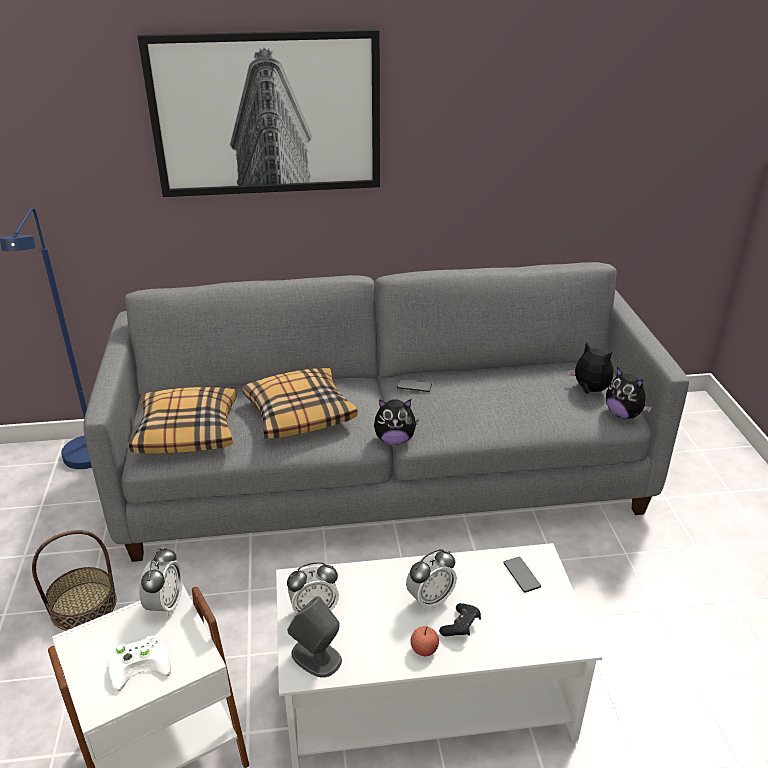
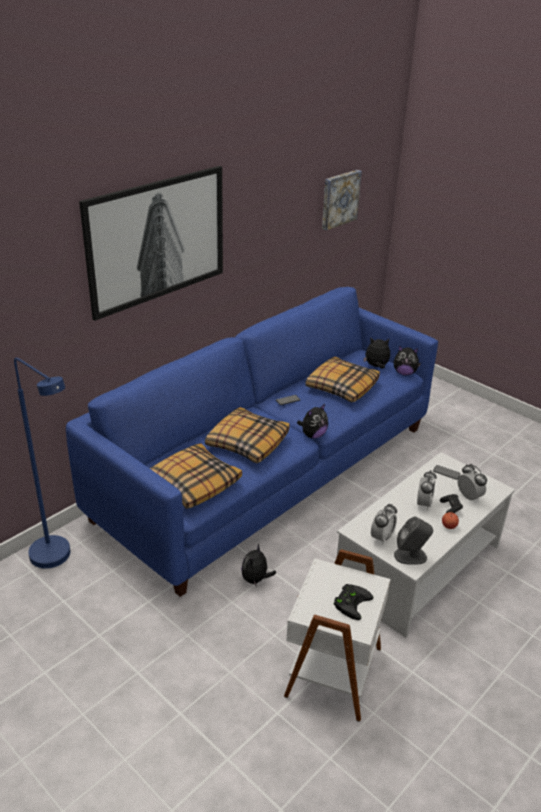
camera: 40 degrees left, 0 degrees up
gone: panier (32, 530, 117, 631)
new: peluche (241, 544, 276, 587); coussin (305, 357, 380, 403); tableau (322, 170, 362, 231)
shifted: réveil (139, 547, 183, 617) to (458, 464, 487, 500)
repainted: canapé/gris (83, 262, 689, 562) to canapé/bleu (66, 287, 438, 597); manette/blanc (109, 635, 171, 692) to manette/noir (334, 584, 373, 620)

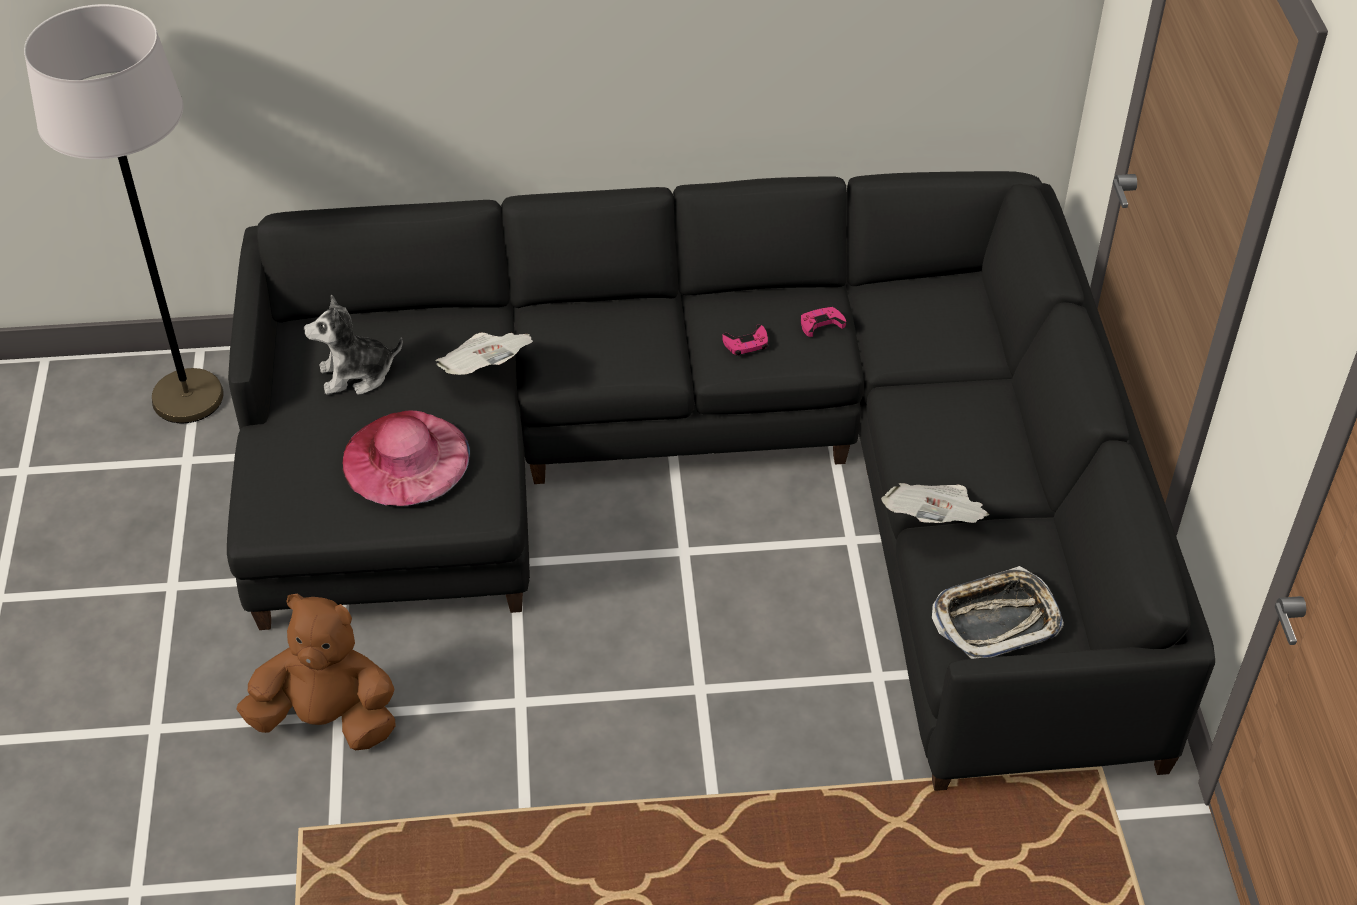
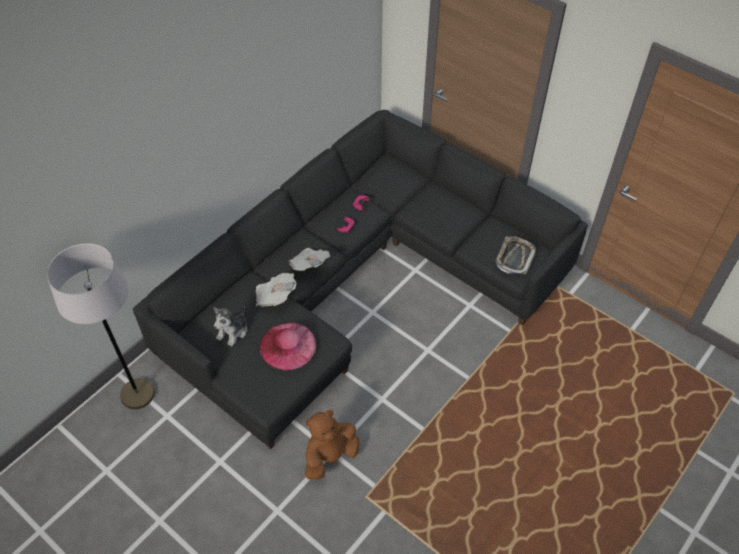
camera: 45 degrees left, 5 degrees up
shifted: journal (881, 483, 989, 523) to (289, 248, 330, 271)

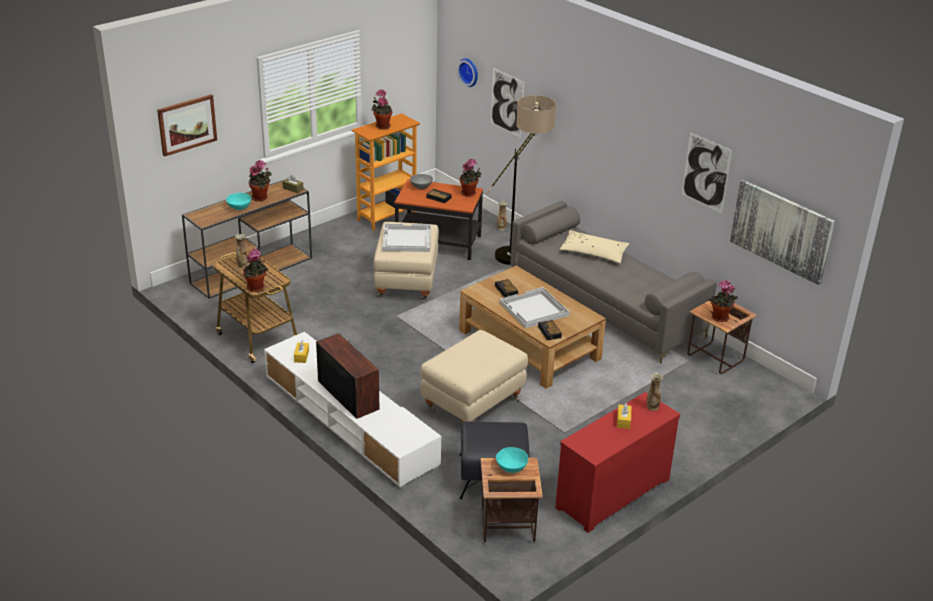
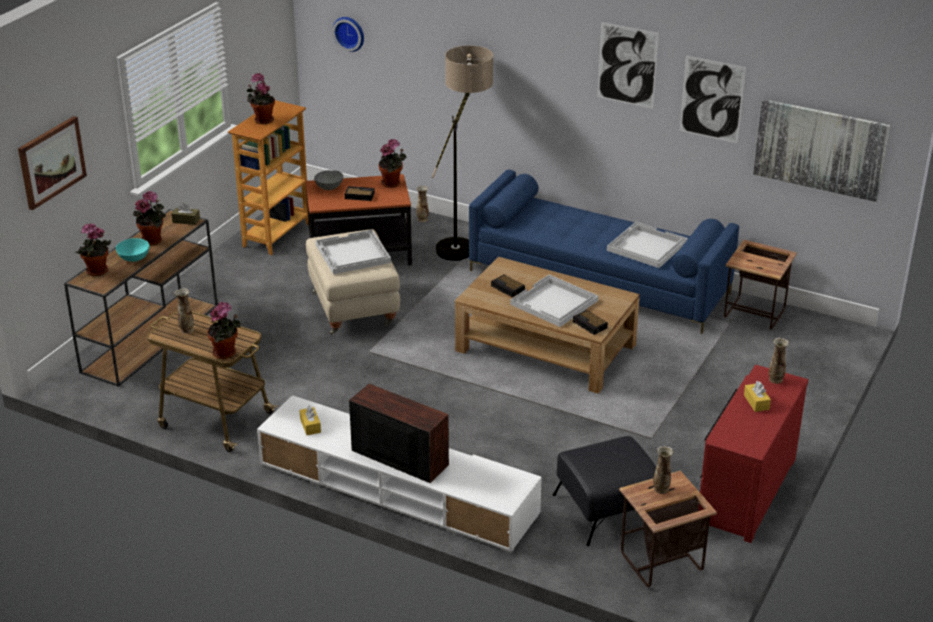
camera: 20 degrees left, 0 degrees up
gone: pouf/beige (420, 330, 528, 423); coussin/beige (560, 230, 630, 263)
new: plateau/blanc (607, 222, 688, 268)
shifted: tableau (491, 68, 524, 138) to (597, 22, 659, 109); plante en pot (708, 280, 738, 322) to (75, 224, 111, 276)
swapped: bol/turquoise (496, 447, 528, 473) to vase (653, 446, 673, 494)
repainted: canapé/gris (510, 201, 717, 364) to canapé/bleu (469, 170, 739, 334)

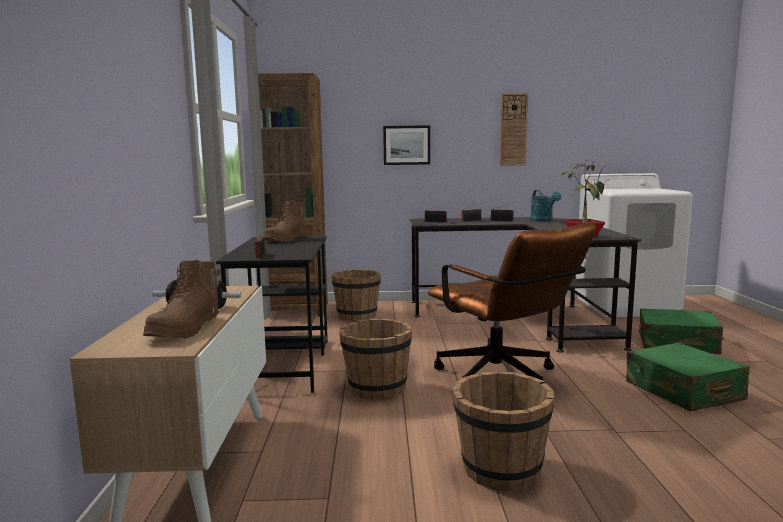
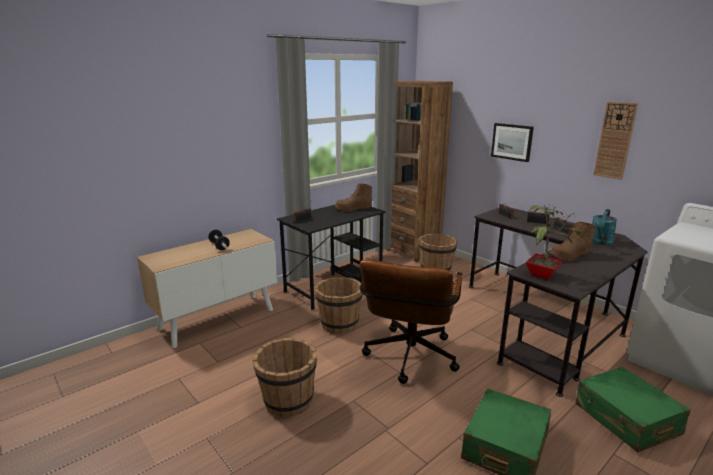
camera: 50 degrees right, 10 degrees up
shifted: botte/marron (143, 260, 220, 338) to (549, 222, 597, 261)

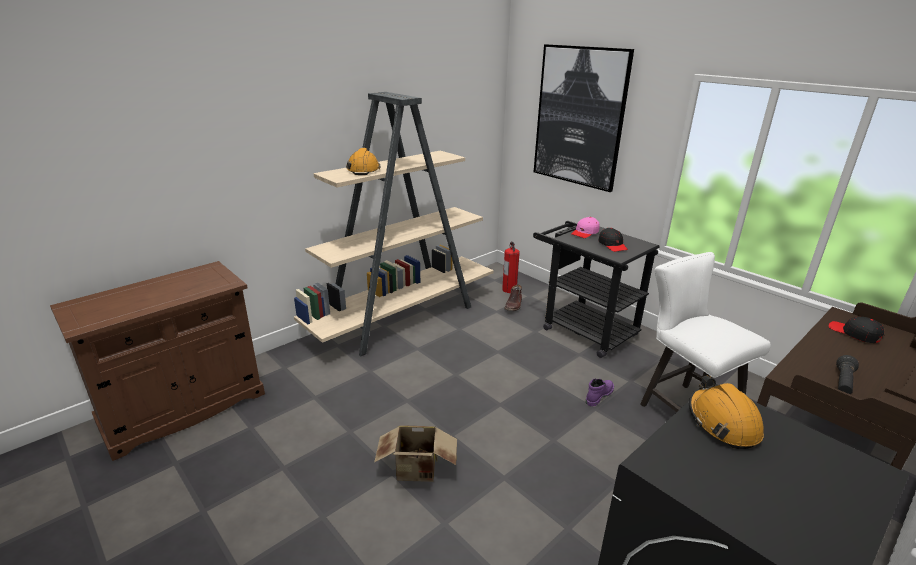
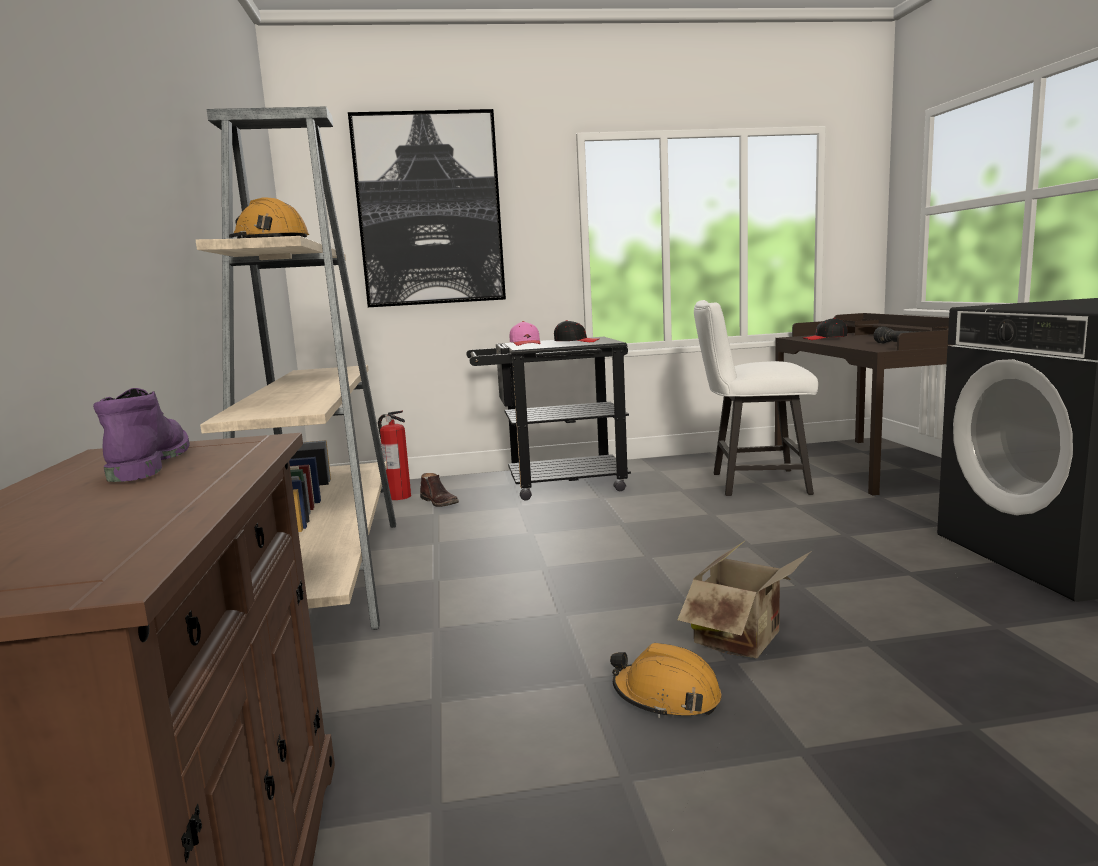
camera: 55 degrees left, 15 degrees down
shifted: botte/violet (586, 379, 614, 407) to (93, 388, 190, 482); casque de chantier/orange (689, 375, 764, 449) to (610, 643, 722, 718)

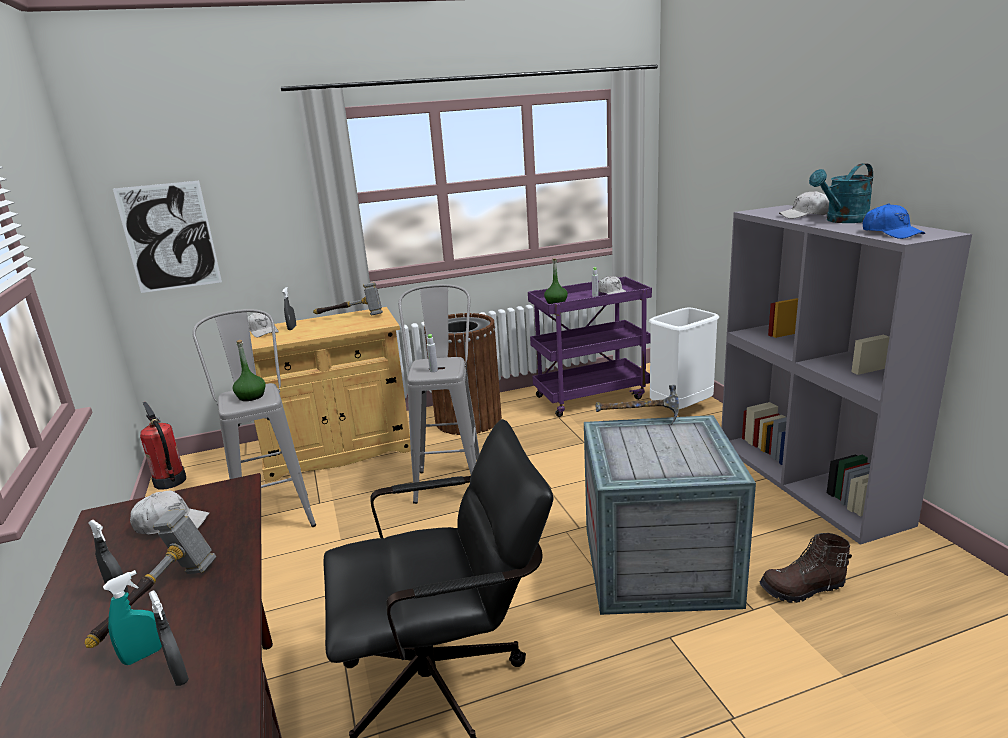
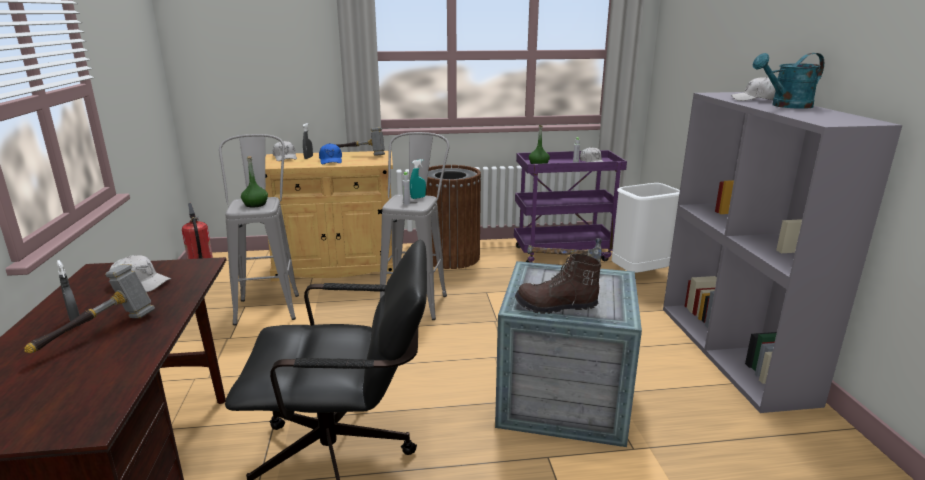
camera: 10 degrees right, 0 degrees up
gone: tableau (113, 181, 222, 293); vaporisateur/gris (149, 590, 189, 686)
shifted: vaporisateur/turquoise (103, 570, 162, 665) to (410, 159, 426, 199); botte/marron (760, 533, 852, 603) to (515, 254, 601, 314); casquette/bleu (863, 204, 925, 239) to (319, 143, 342, 165)

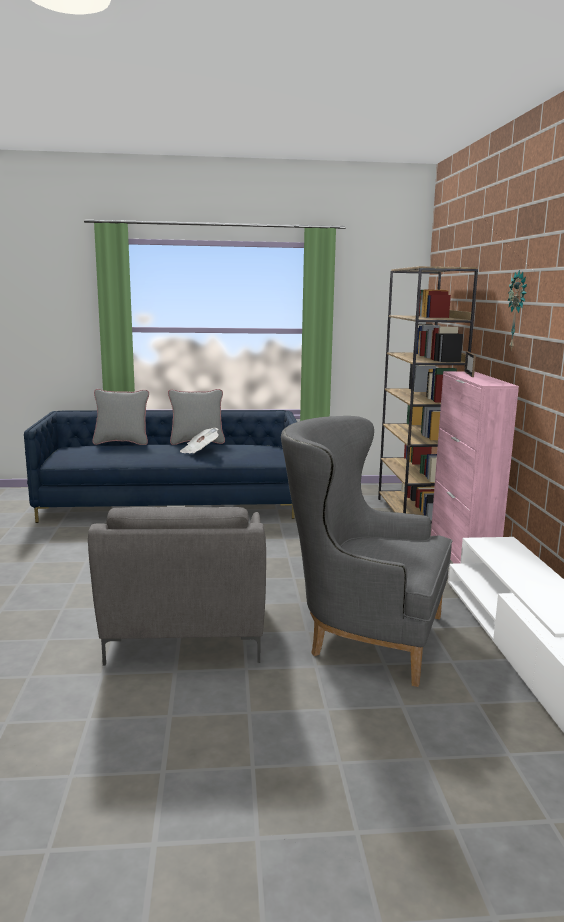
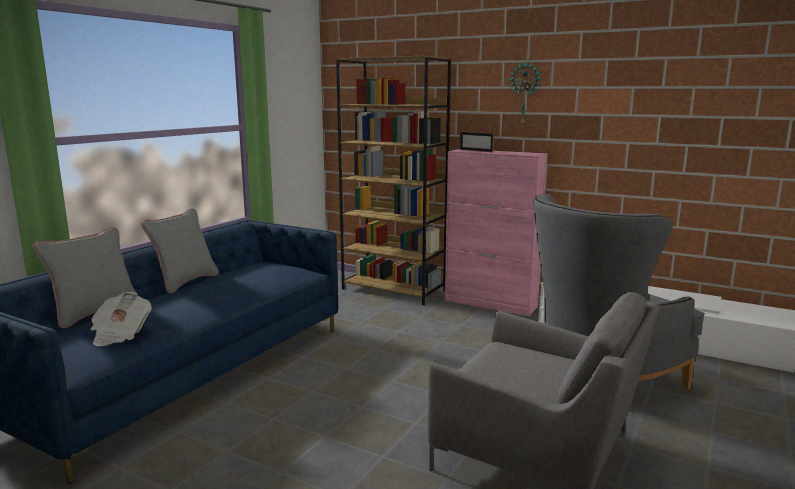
camera: 55 degrees left, 0 degrees up
shifted: journal (180, 428, 219, 454) to (90, 292, 152, 346)

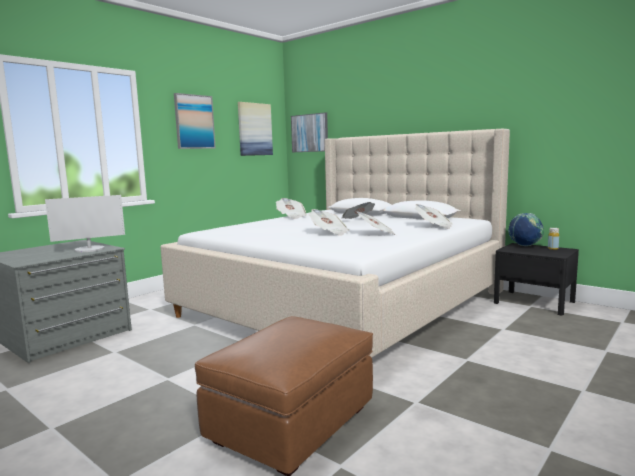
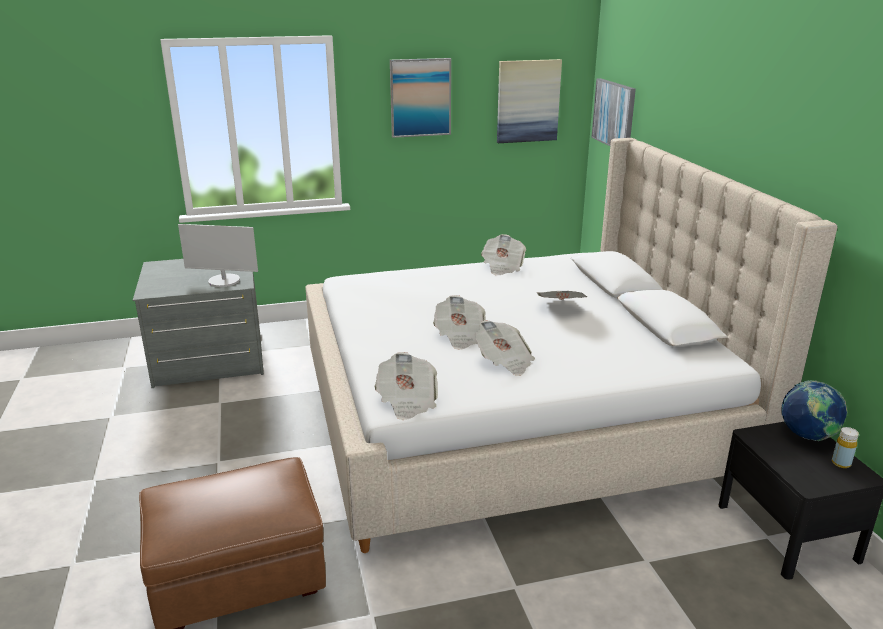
camera: 35 degrees right, 15 degrees up
shifted: journal (415, 204, 453, 229) to (375, 352, 438, 420)

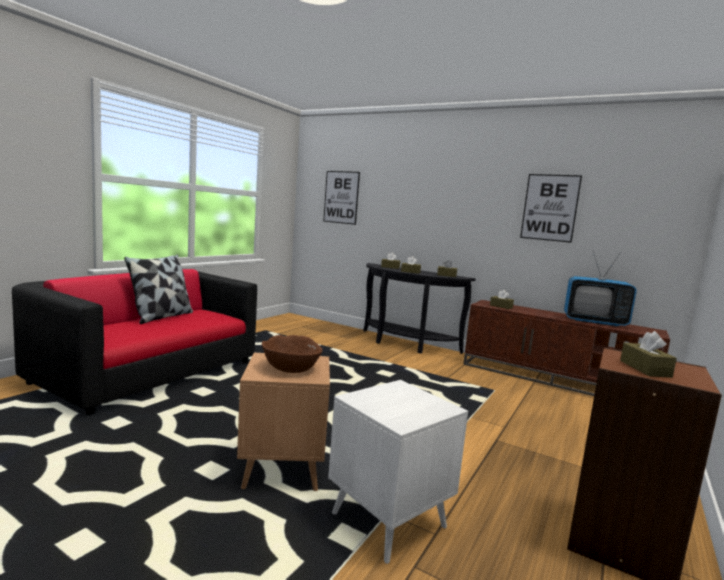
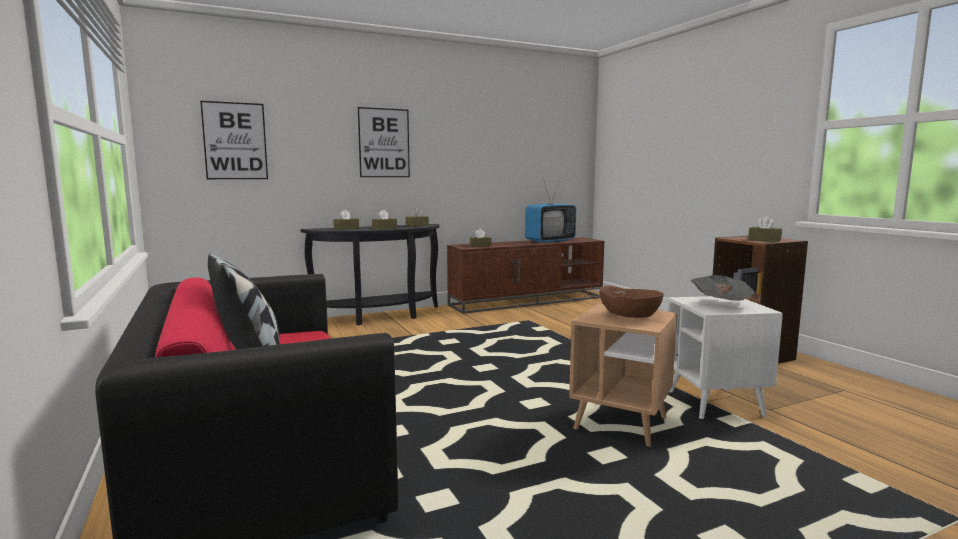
camera: 55 degrees left, 0 degrees up
new: journal (691, 275, 756, 301)
shifted: tableau (520, 174, 582, 243) to (358, 107, 410, 177)

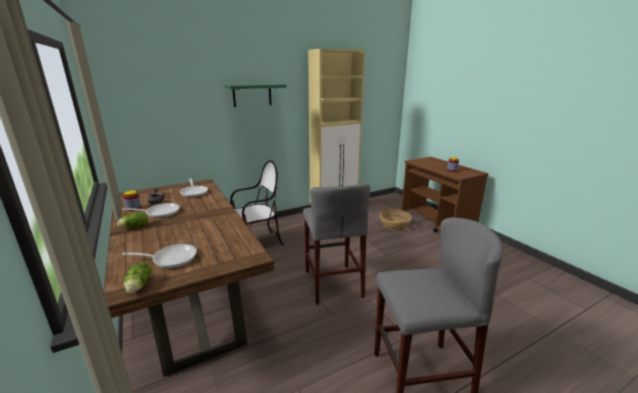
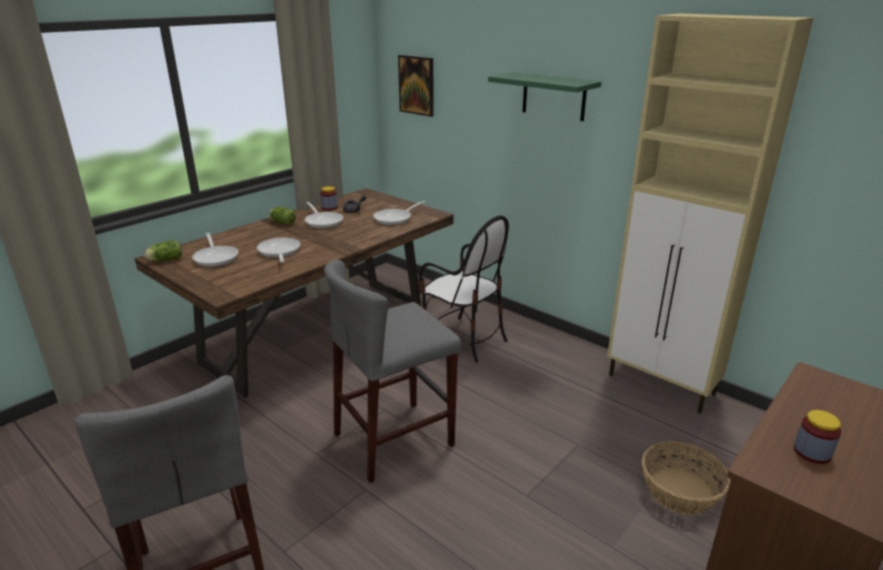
camera: 70 degrees right, 5 degrees up
new: poêle (257, 238, 300, 263); tableau (398, 55, 434, 117)

